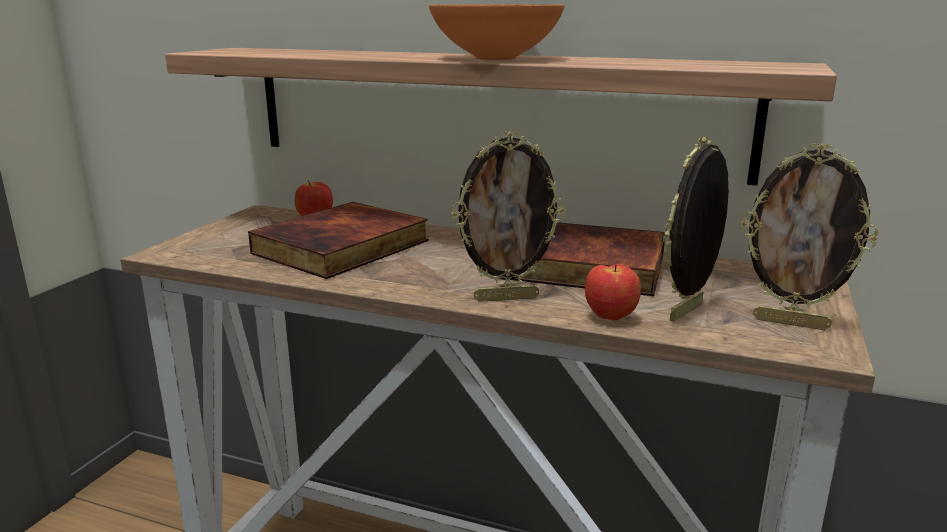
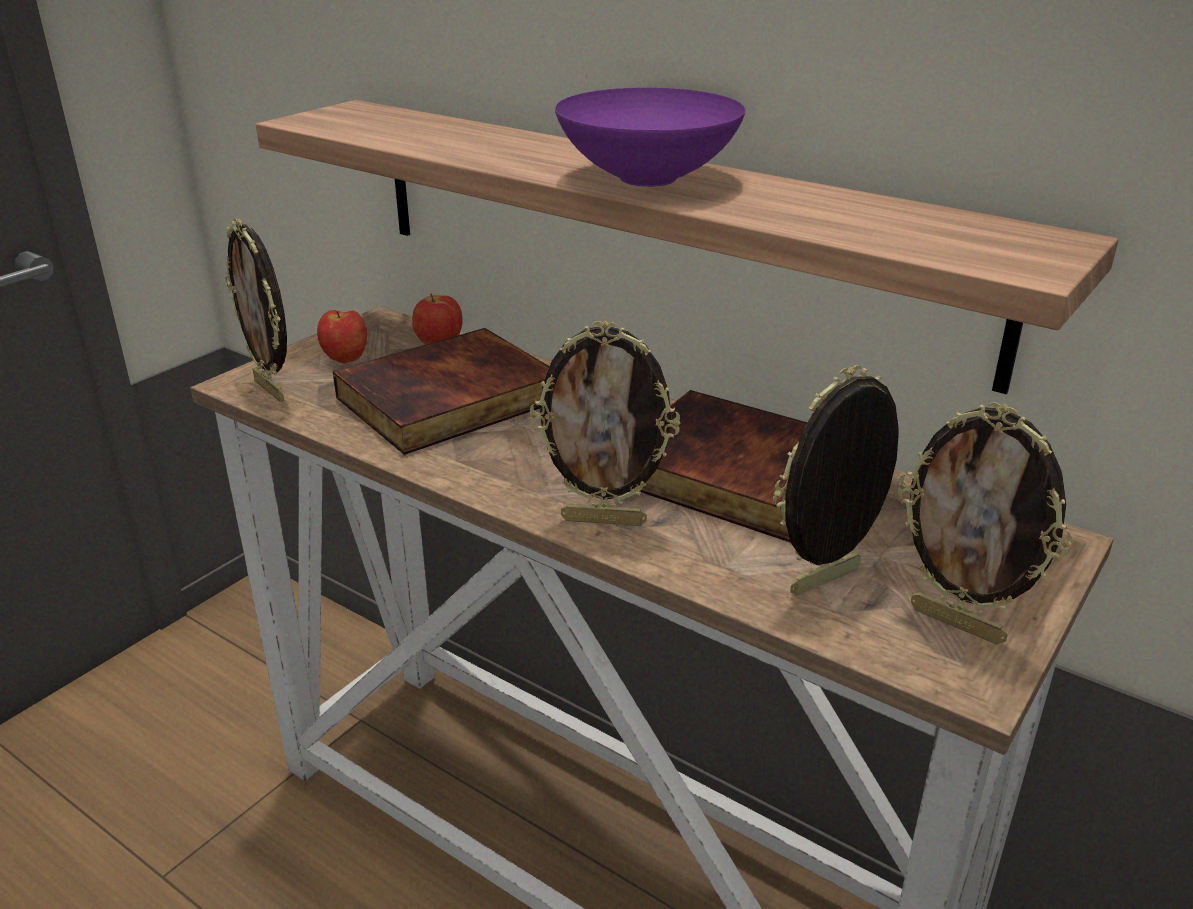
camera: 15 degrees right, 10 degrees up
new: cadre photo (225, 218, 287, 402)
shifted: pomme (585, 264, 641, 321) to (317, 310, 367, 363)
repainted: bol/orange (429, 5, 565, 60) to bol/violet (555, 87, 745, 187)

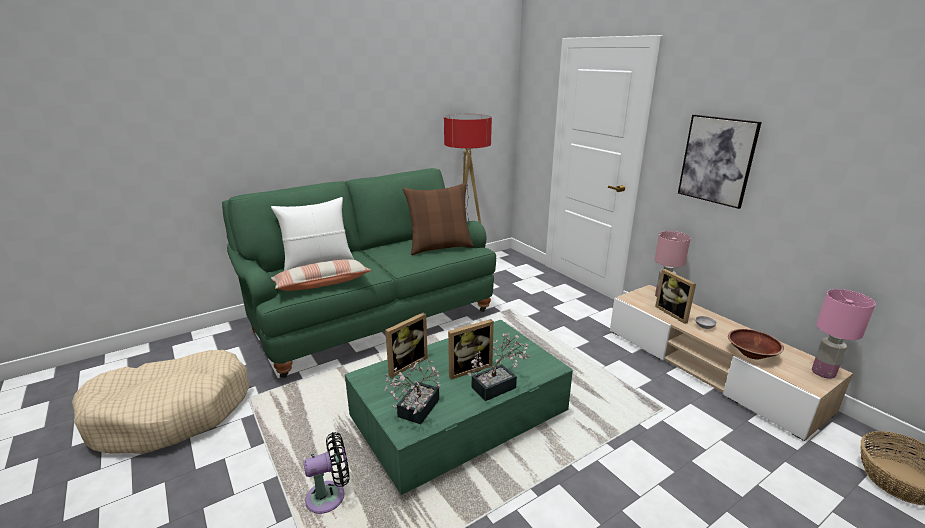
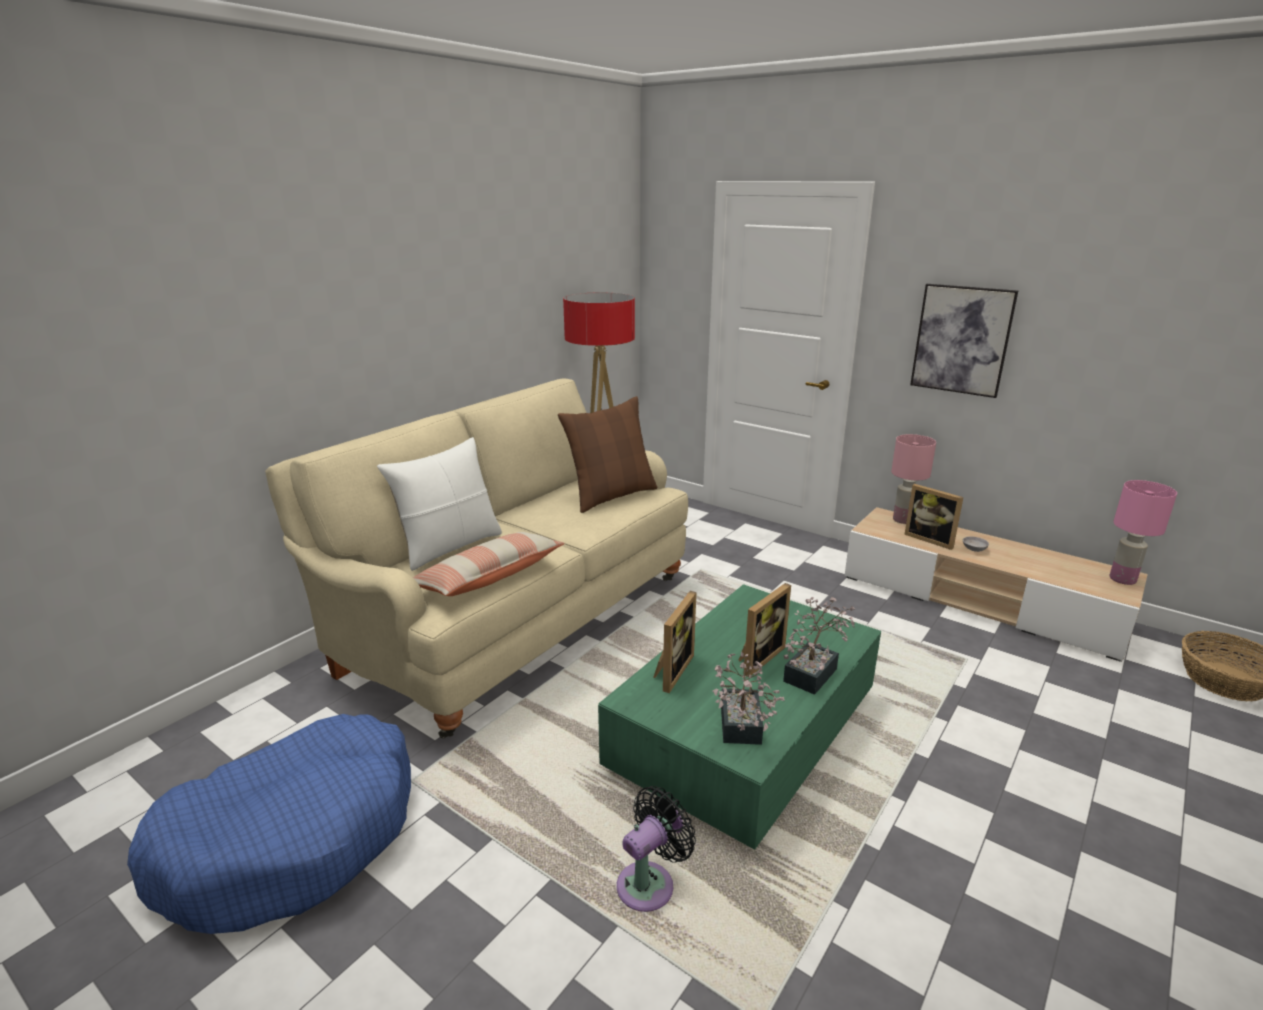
camera: 20 degrees left, 0 degrees up
gone: bol/marron (728, 329, 784, 360)
repainted: panier pour chien/beige (72, 350, 250, 454) to panier pour chien/bleu (127, 714, 411, 934); canapé/vert (222, 168, 496, 378) to canapé/beige (265, 379, 688, 738)

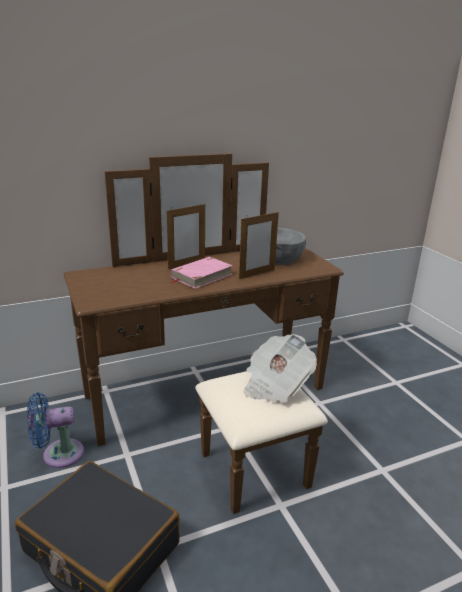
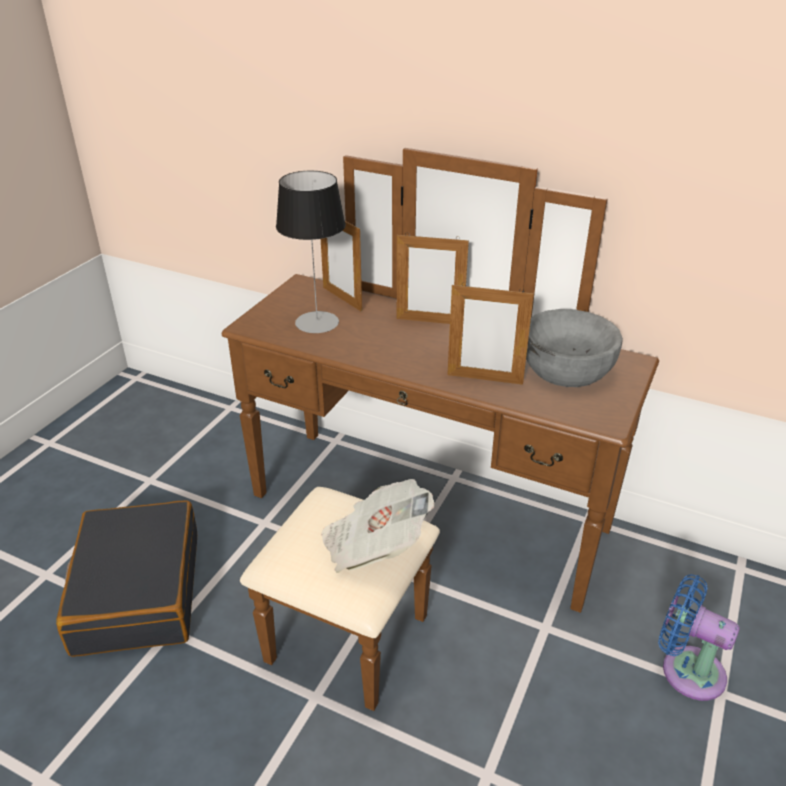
camera: 50 degrees right, 10 degrees up
gone: livre/rose (170, 257, 233, 289)
new: lampe de table (276, 171, 346, 333); cadre photo (321, 221, 362, 312)
shifted: ventilateur/bleu (27, 392, 84, 468) to (658, 574, 740, 701)

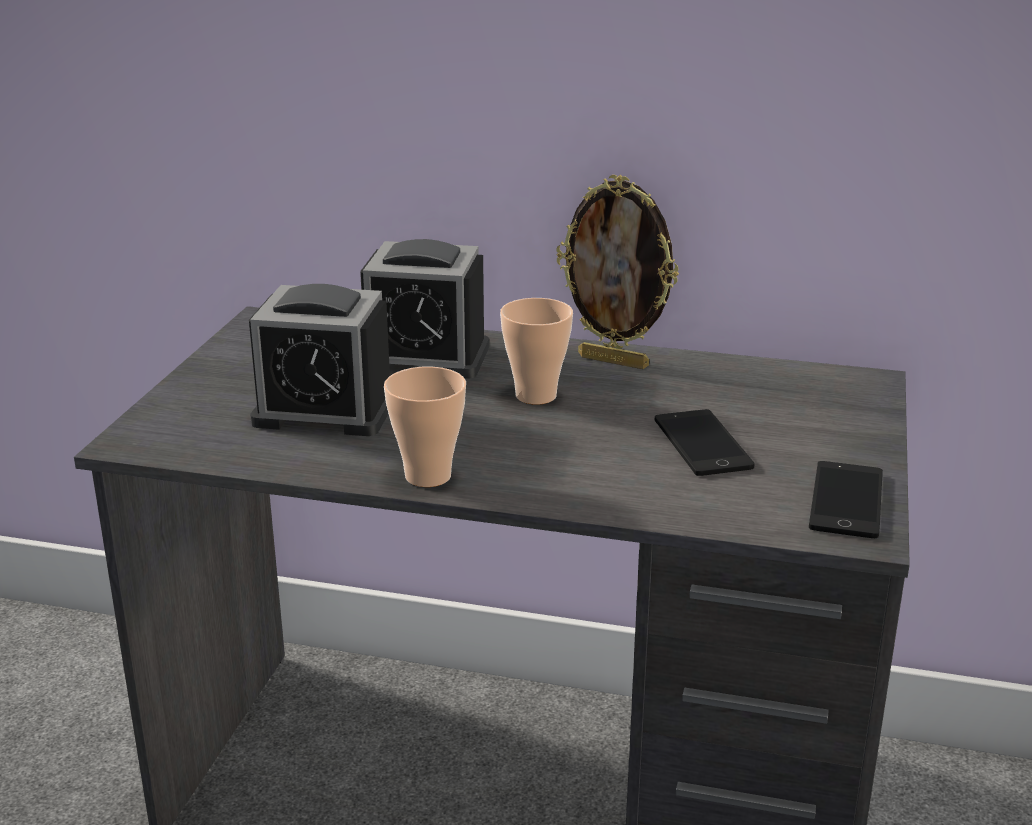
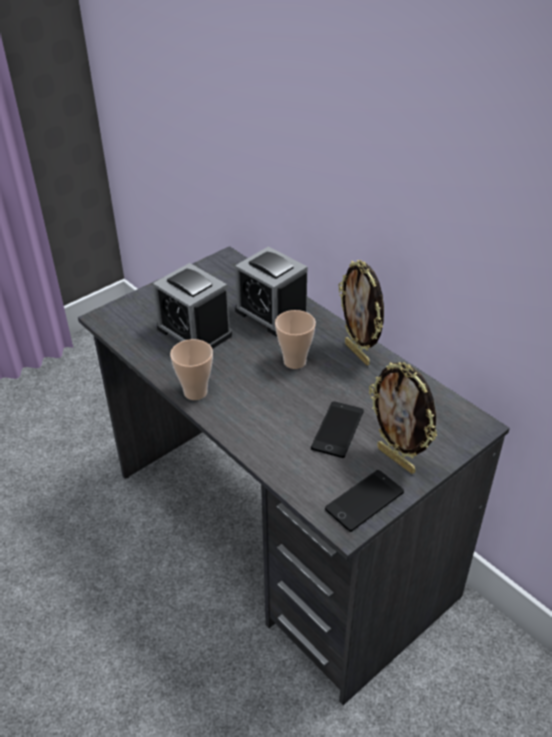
camera: 35 degrees right, 15 degrees up
new: cadre photo (369, 362, 437, 474)

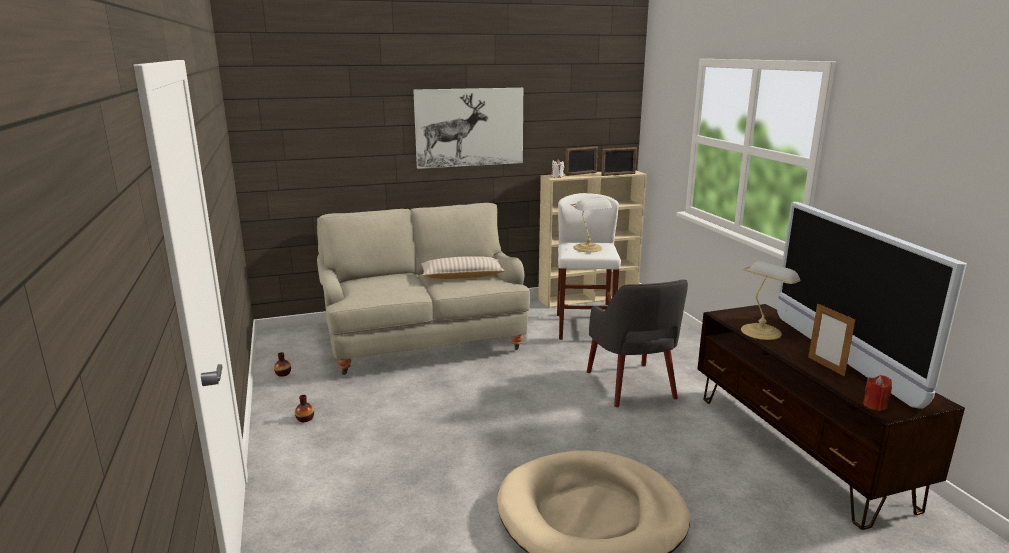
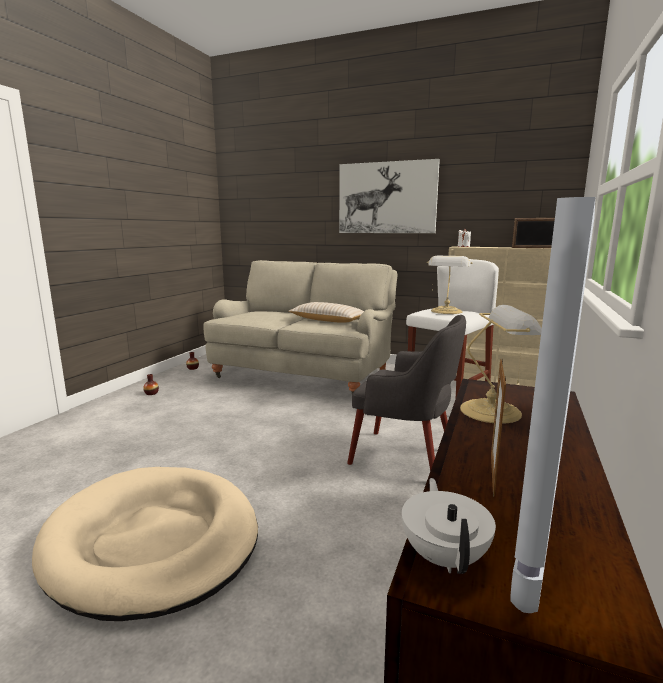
camera: 40 degrees right, 5 degrees down
gone: cadre photo (565, 146, 598, 176)
swapped: bougie/rouge (863, 375, 892, 411) to théière/blanc (402, 478, 496, 574)
rotated: fauteuil/gris (587, 279, 688, 407) = (347, 315, 466, 471) 90 degrees counterclockwise

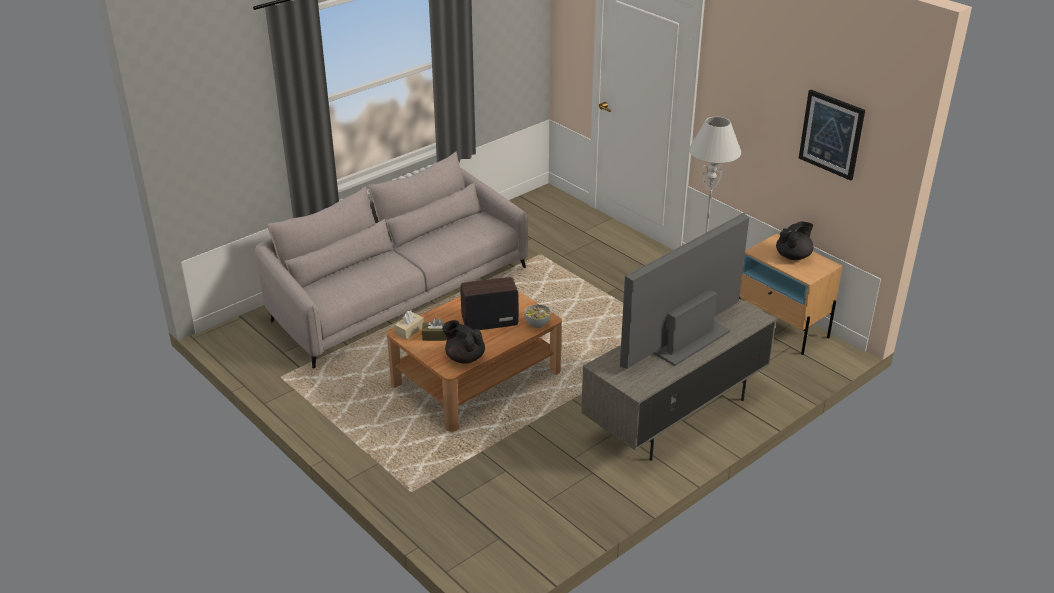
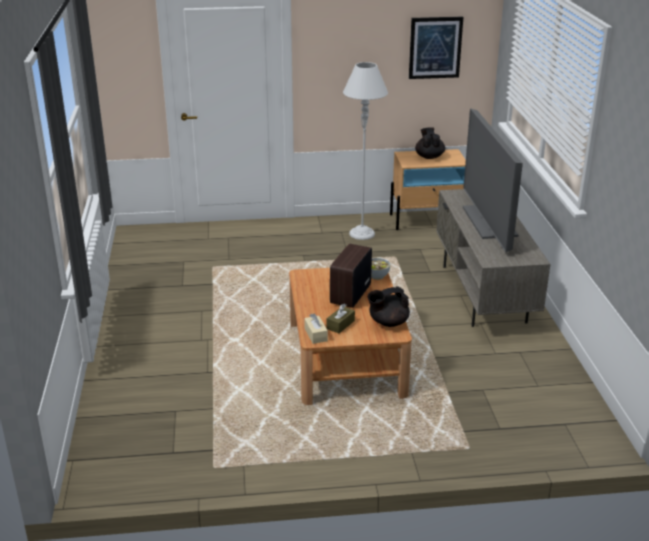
camera: 55 degrees left, 5 degrees down
gone: canapé/gris (255, 151, 528, 369)

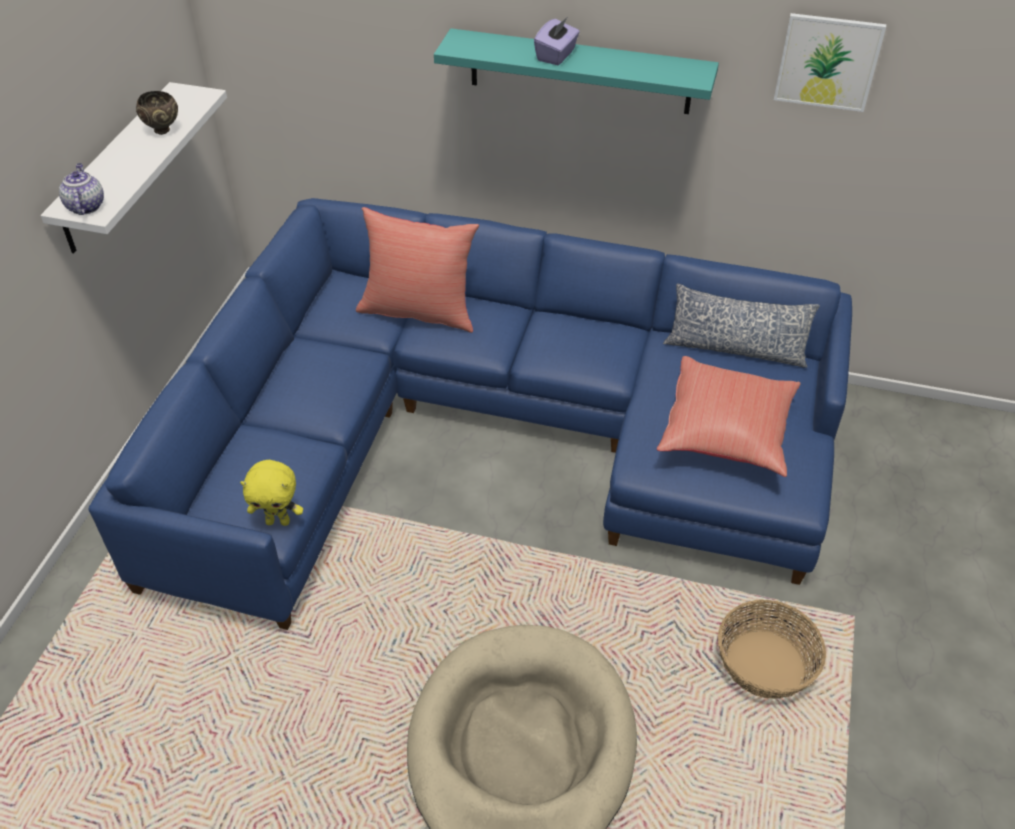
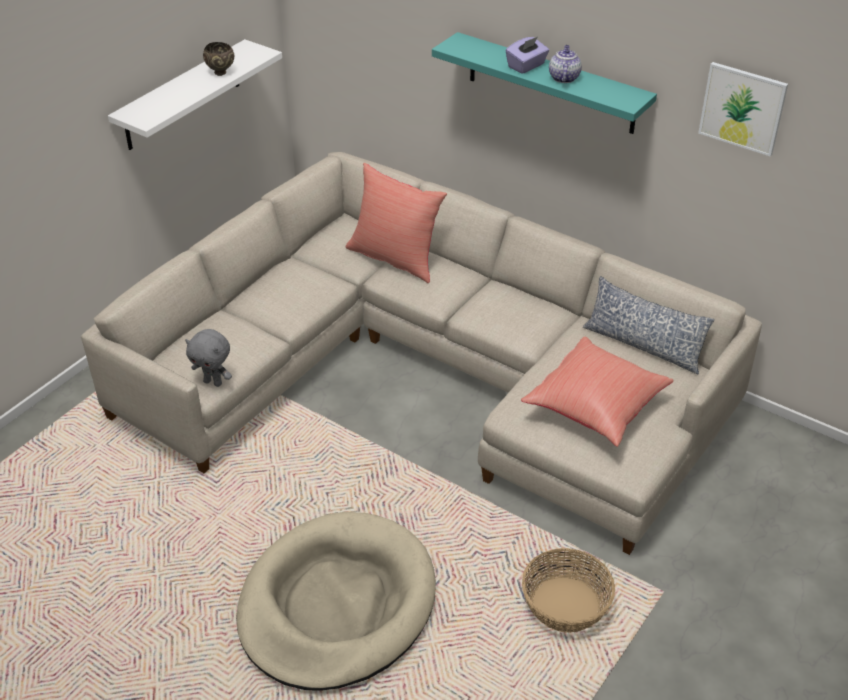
camera: 20 degrees right, 5 degrees down
shifted: théière (59, 163, 104, 215) to (549, 45, 582, 83)
repainted: canapé/bleu (89, 198, 852, 630) to canapé/beige (81, 152, 762, 555); peluche/jaune (240, 460, 303, 526) to peluche/gris (185, 329, 232, 387)

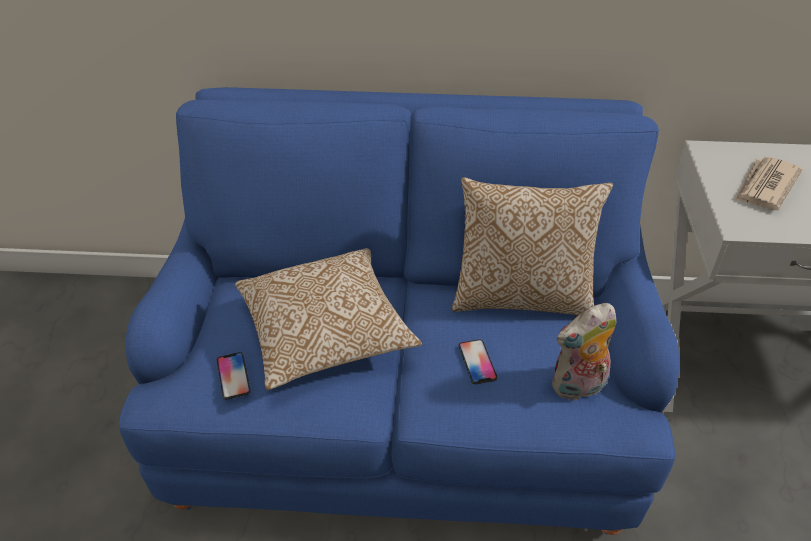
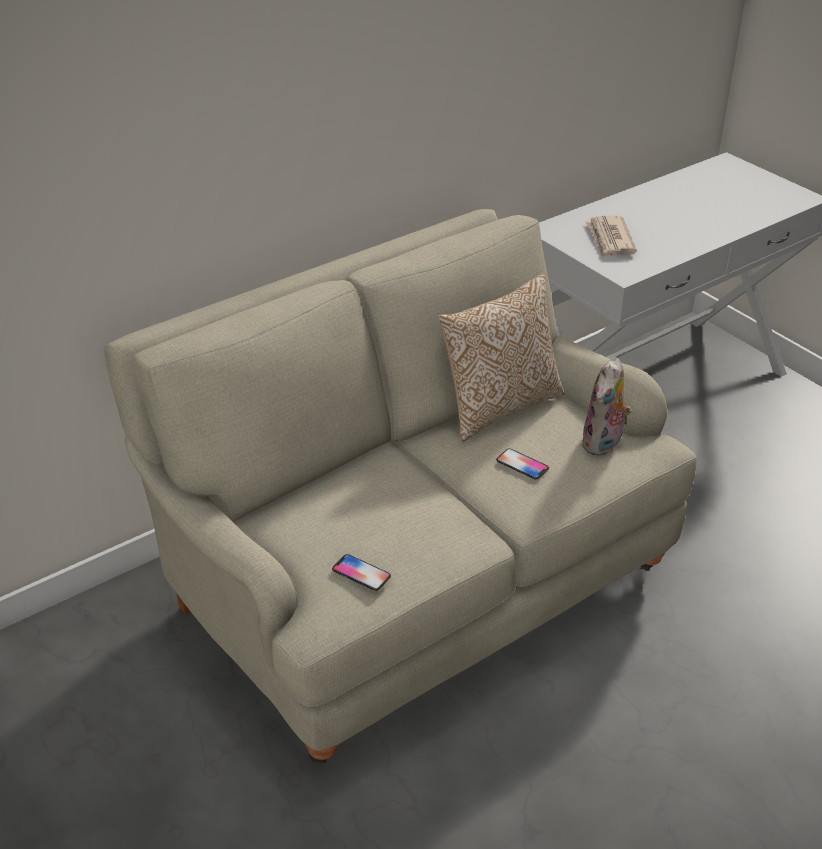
camera: 40 degrees left, 5 degrees down
gone: coussin (235, 248, 422, 390)
repainted: canapé/bleu (119, 87, 679, 535) to canapé/beige (104, 209, 697, 763)

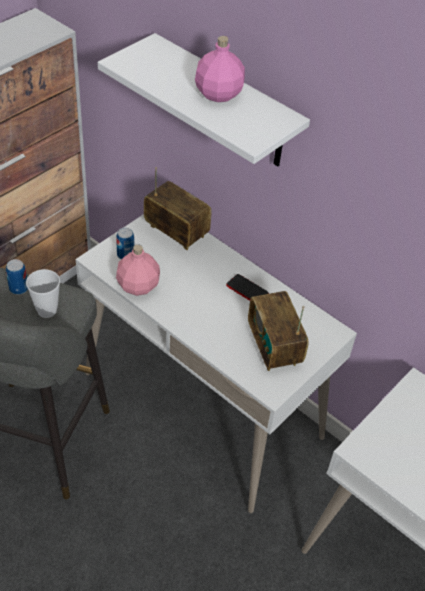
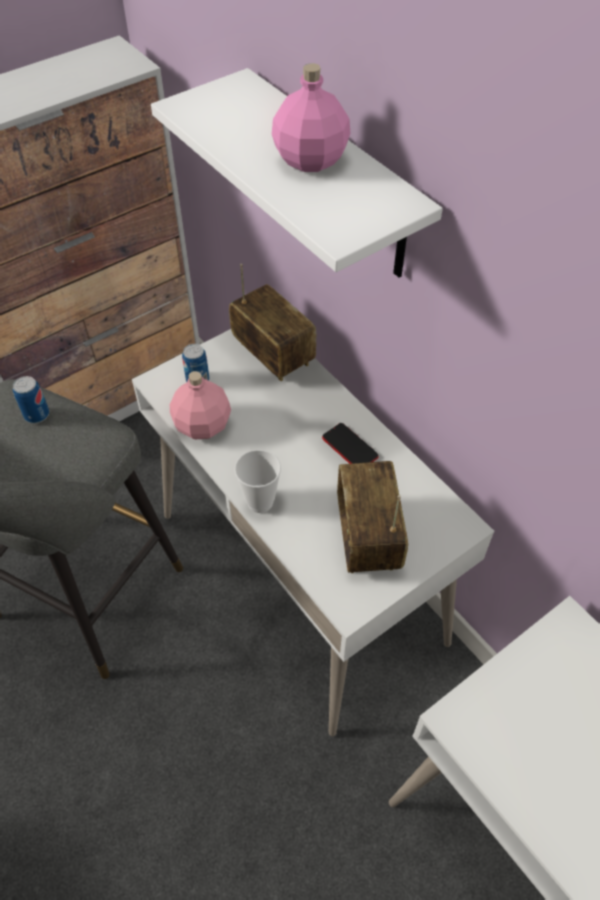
camera: 15 degrees right, 5 degrees up
shifted: tasse (26, 269, 60, 318) to (234, 450, 281, 513)

